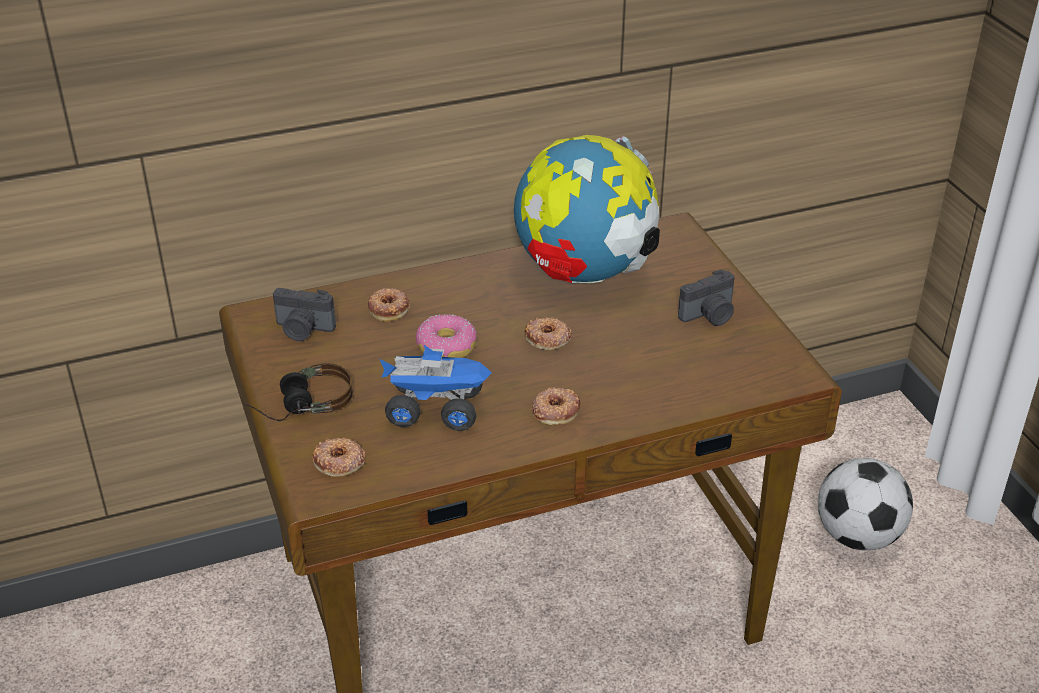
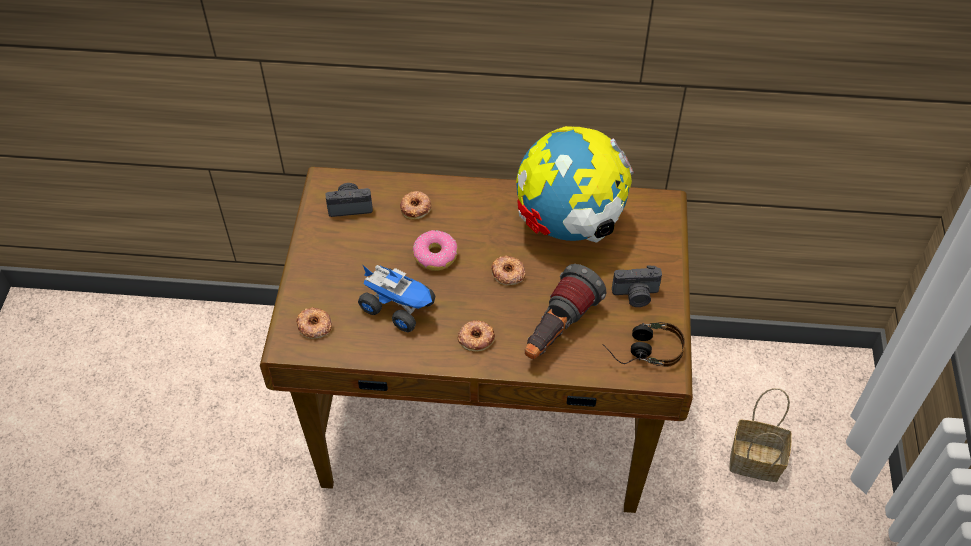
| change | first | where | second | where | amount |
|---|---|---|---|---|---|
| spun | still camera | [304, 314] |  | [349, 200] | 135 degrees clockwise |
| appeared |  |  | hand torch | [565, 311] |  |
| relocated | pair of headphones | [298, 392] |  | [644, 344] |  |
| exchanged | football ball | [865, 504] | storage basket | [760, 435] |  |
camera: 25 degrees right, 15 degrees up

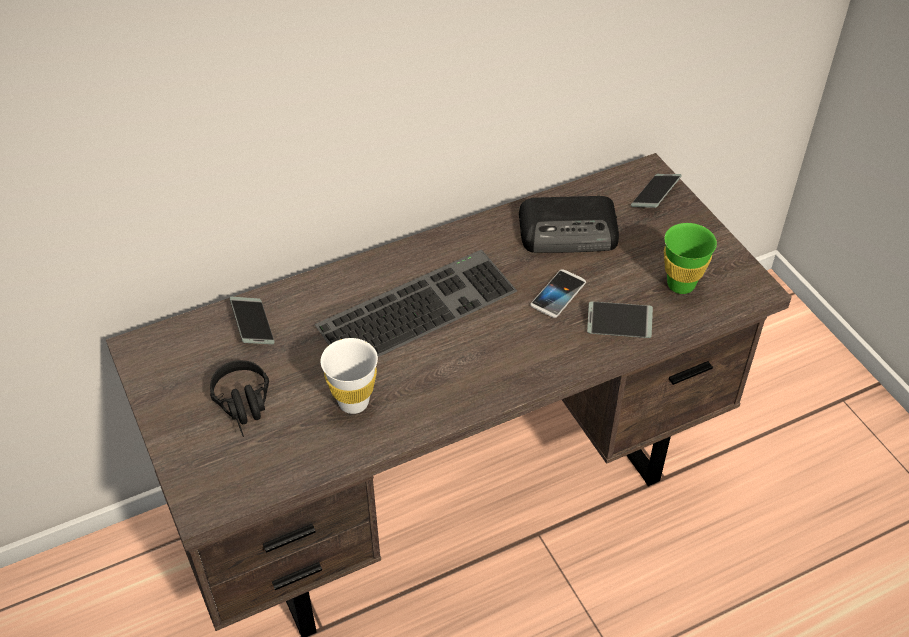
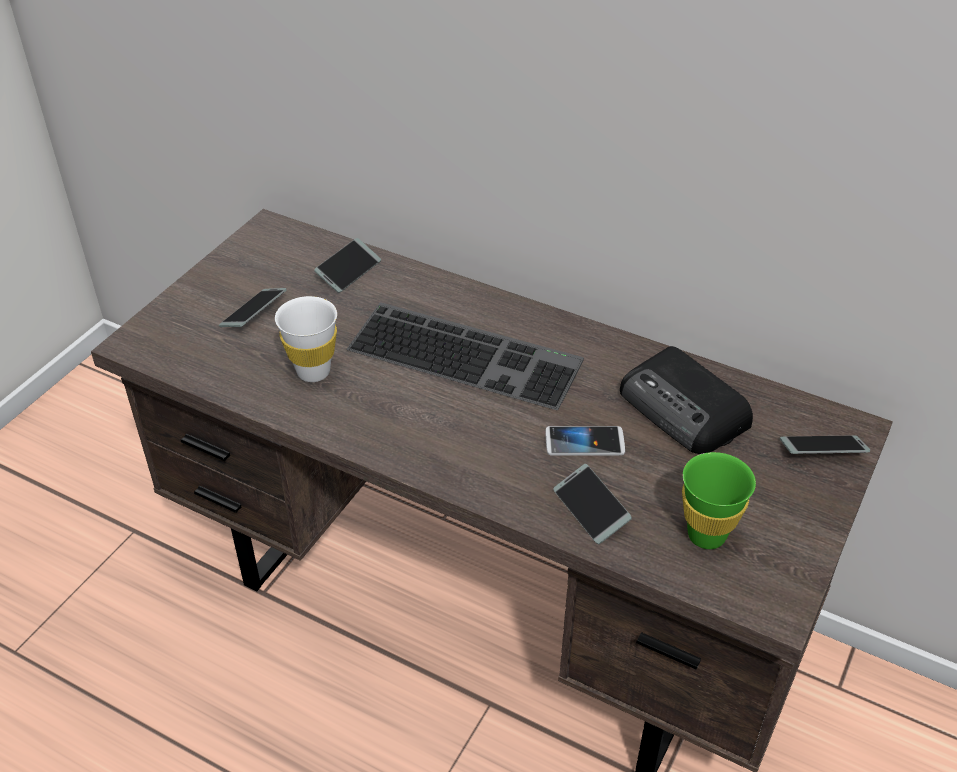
| change | first | where | second | where | amount |
|---|---|---|---|---|---|
| exchanged | blackish pair of headphones | [239, 398] | phone | [253, 307] |  |
camera: 55 degrees right, 5 degrees down

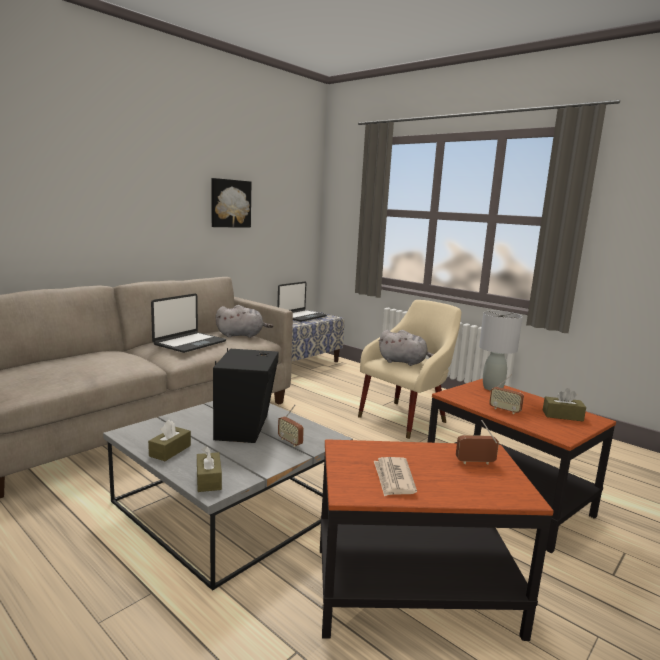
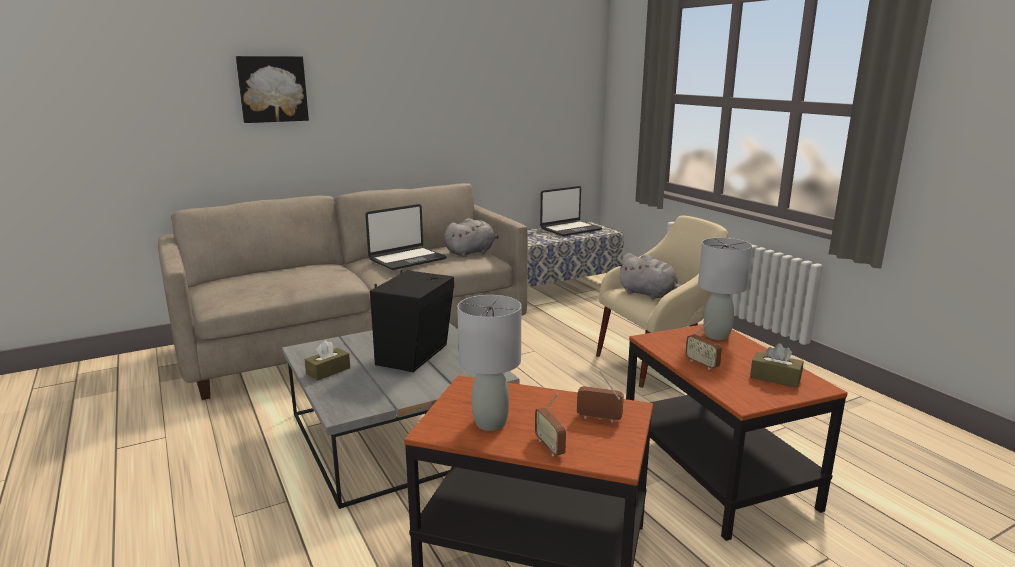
| change | first | where | second | where | amount |
|---|---|---|---|---|---|
| relocated | wall picture | [231, 203] |  | [272, 89] |  |
| spun | gray cuddly toy | [244, 321] |  | [471, 237] | 45 degrees counterclockwise |
| exchanged | newspaper | [395, 477] | gray table lamp | [489, 363] |  |
| relocated | radio set | [291, 426] |  | [550, 424] |  |
| missing | brown-coloured tissue box | [209, 469] |  |  |  |
camera: 20 degrees right, 5 degrees up

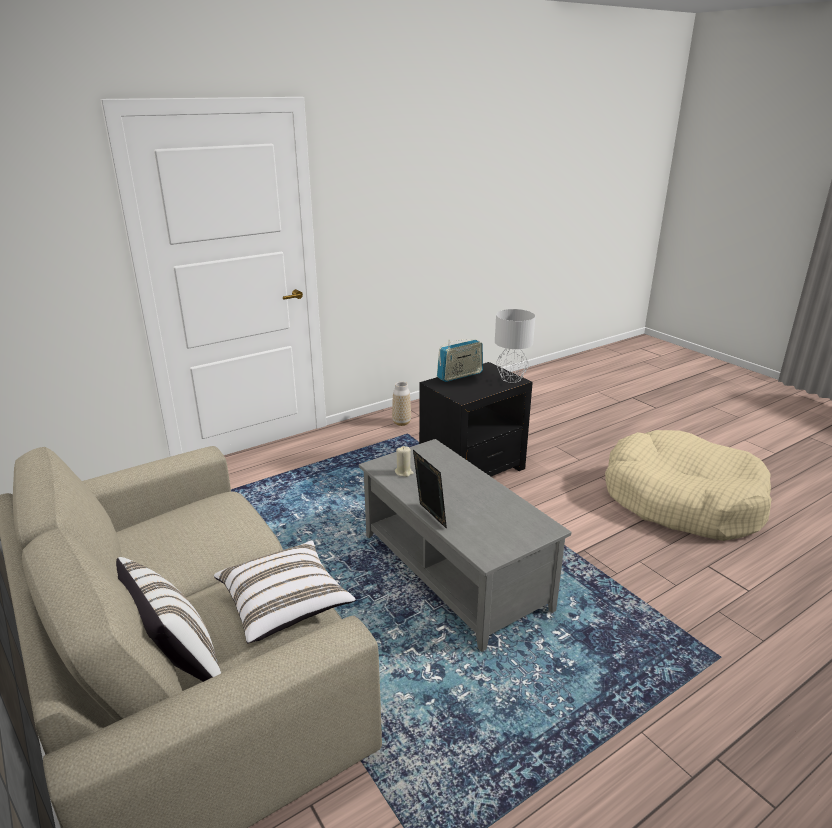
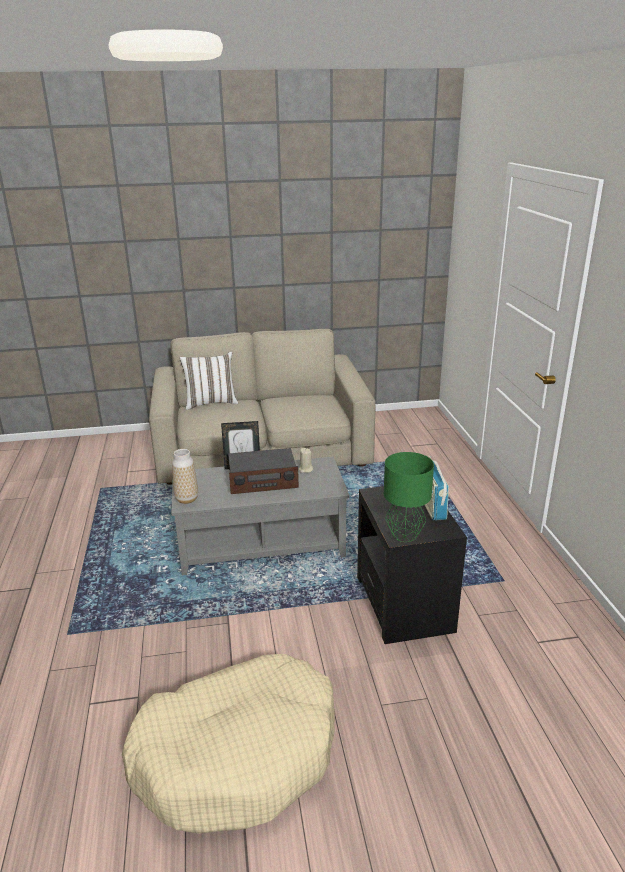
| change | first | where | second | where | amount |
|---|---|---|---|---|---|
| relocated | decorative vase | [401, 404] |  | [185, 476] |  |
| appeared |  |  | radio set | [263, 471] |  |
| colour | gray table lamp | [515, 346] | greenish table lamp | [409, 497] |  |
| missing | white-coloured throw pillow | [285, 592] |  |  |  |
camera: 115 degrees right, 0 degrees up

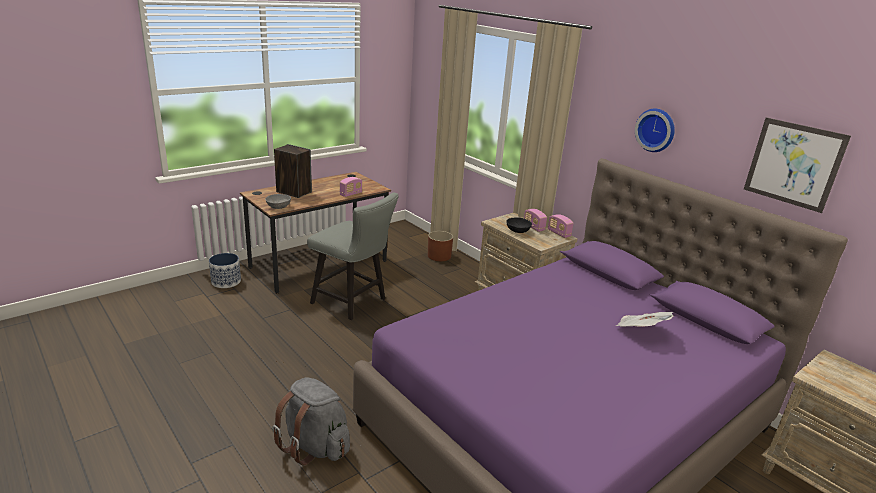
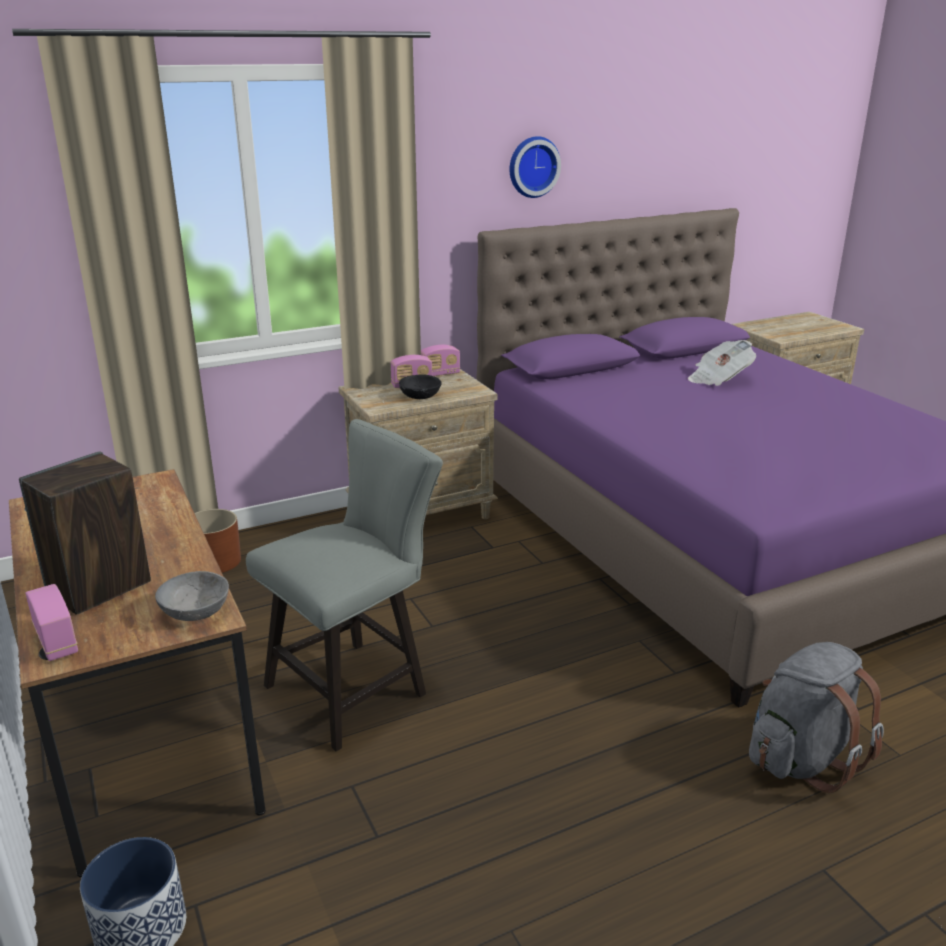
| change | first | where | second | where | amount |
|---|---|---|---|---|---|
| relocated | radio set | [351, 187] |  | [51, 622] |  |
| missing | wall picture | [797, 165] |  |  |  |
camera: 75 degrees left, 0 degrees up

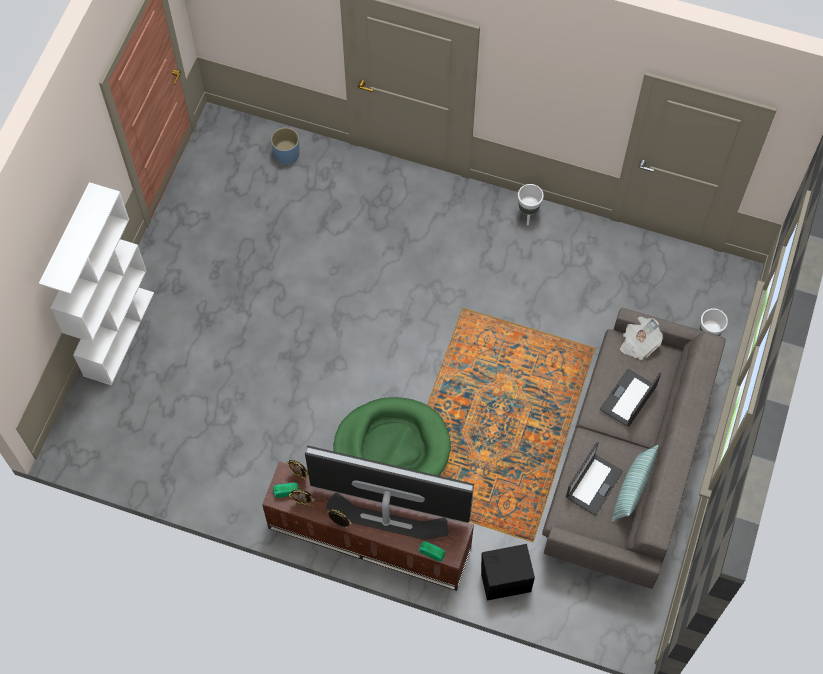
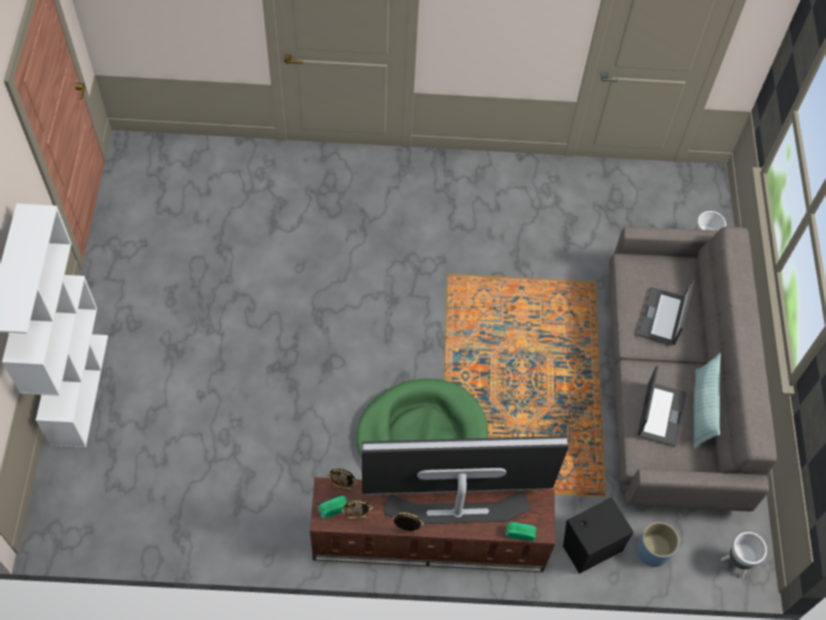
| change | first | where | second | where | amount |
|---|---|---|---|---|---|
| relocated | bluish flower pot | [285, 146] |  | [658, 544] |  |
| relocated | white-coloured flower pot | [530, 204] |  | [744, 555] |  |
| missing | newspaper | [641, 338] |  |  |  |
camera: 20 degrees left, 5 degrees down

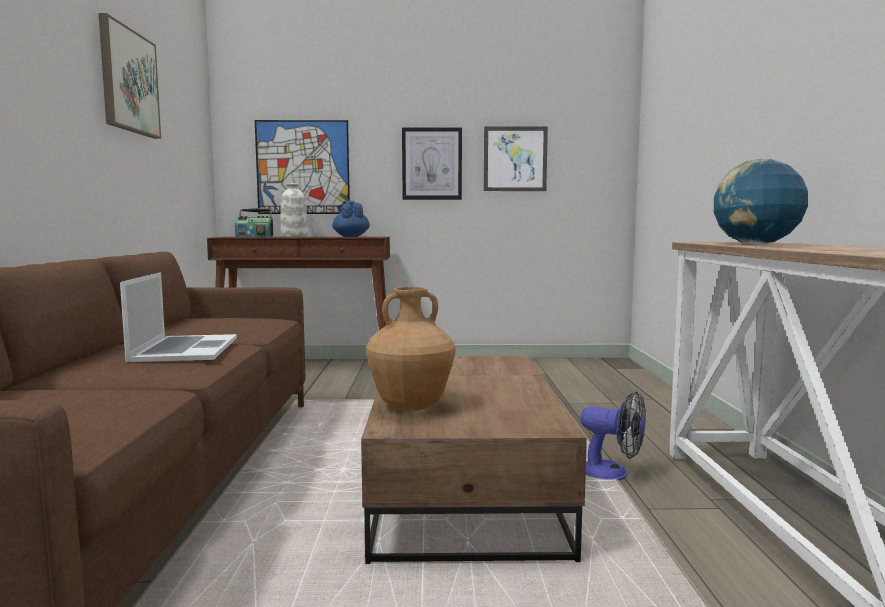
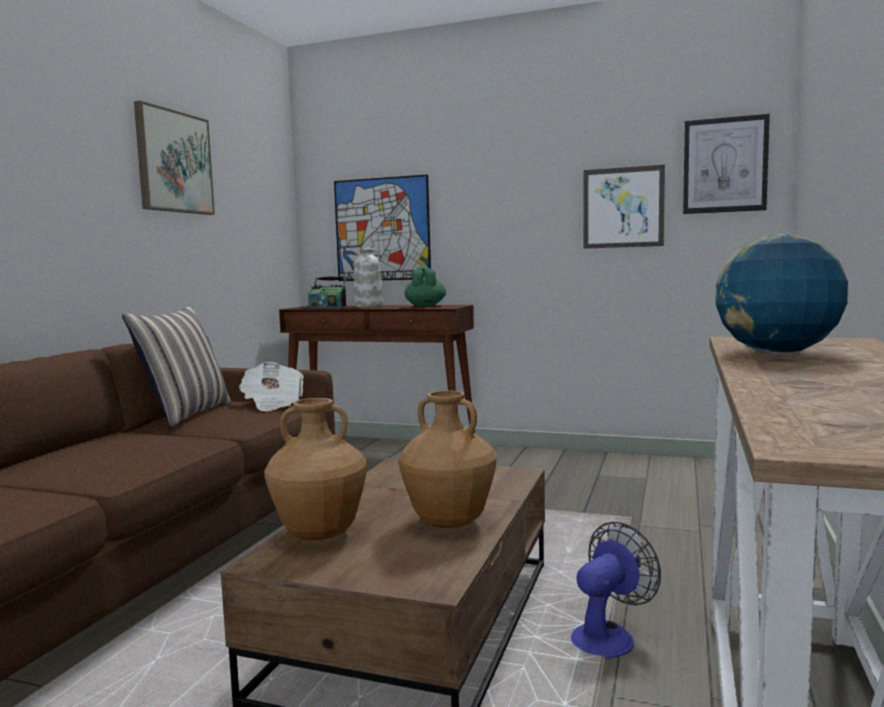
| change | first | where | second | where | amount |
|---|---|---|---|---|---|
| appeared |  |  | throw pillow | [177, 366] |  |
| appeared |  |  | newspaper | [271, 386] |  |
| appeared |  |  | brown-coloured decorative vase | [447, 459] |  |
| colour | bluish tea pot | [351, 219] | greenish tea pot | [425, 286] |  |
| spun | electric fan | [613, 435] |  | [616, 590] | 90 degrees counterclockwise |
| relocated | wall picture | [432, 163] |  | [726, 164] |  |
| missing | laptop | [178, 317] |  |  |  |
camera: 20 degrees right, 0 degrees up

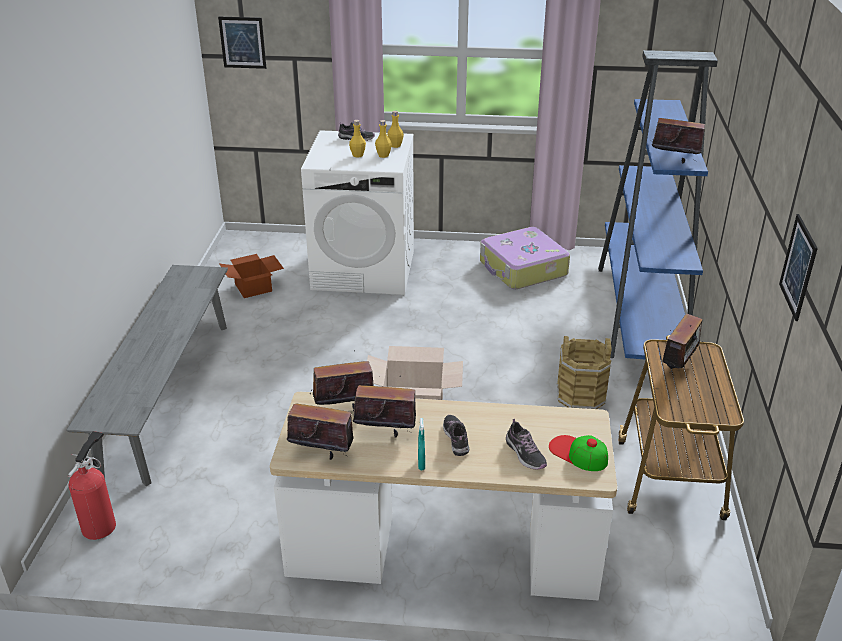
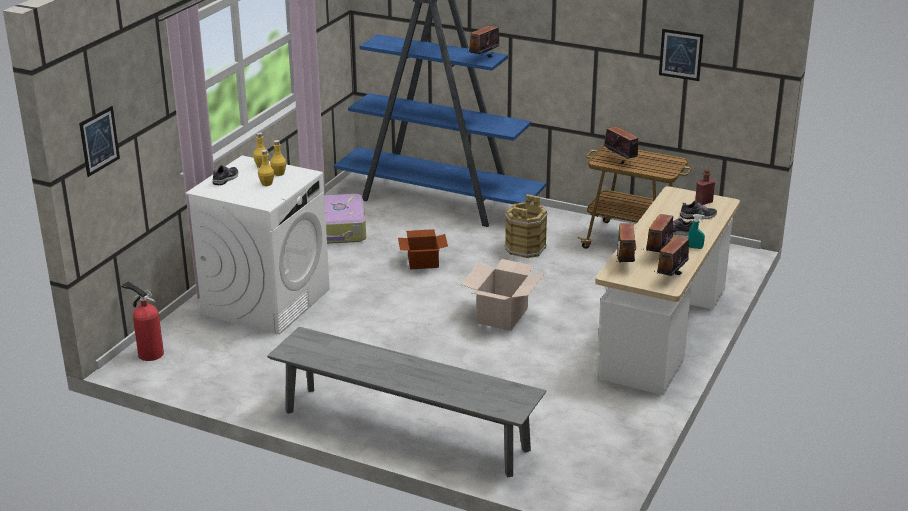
| change | first | where | second | where | amount |
|---|---|---|---|---|---|
| relocated | fire-fighting cylinder | [91, 485] |  | [142, 321] |  |
| relocated | carton | [252, 276] |  | [423, 249] |  |
| exchanged | baseball cap | [578, 453] | red bottle | [705, 187] |  |
camera: 70 degrees left, 5 degrees down

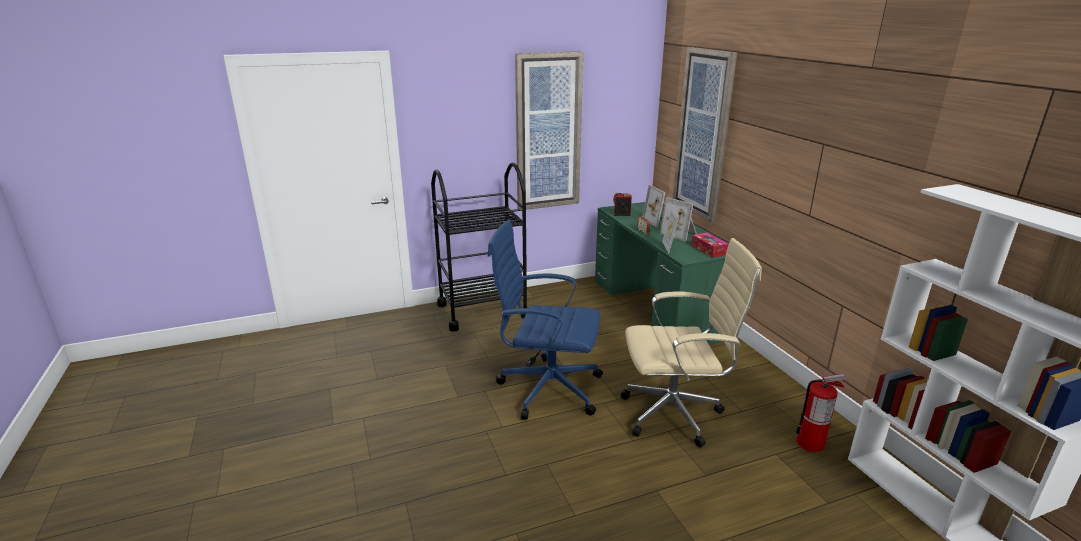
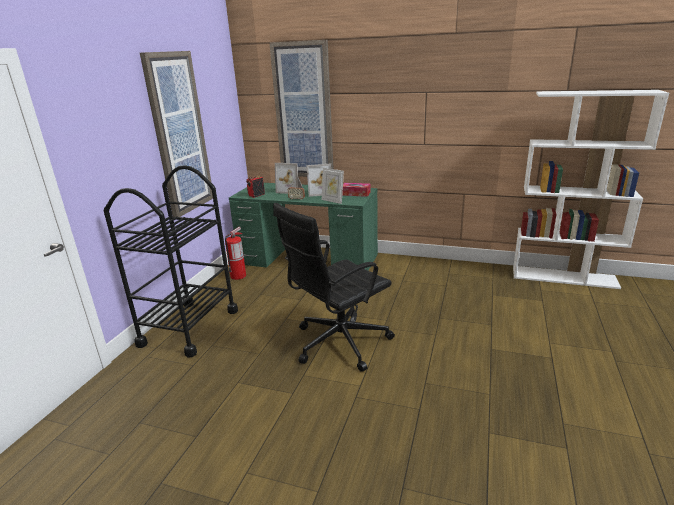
| change | first | where | second | where | amount |
|---|---|---|---|---|---|
| relocated | fire-fighting cylinder | [820, 413] |  | [235, 253] |  |
| colour | bluish desk chair | [545, 320] | blackish desk chair | [334, 287] |  |
| missing | beige desk chair | [691, 342] |  |  |  |
camera: 50 degrees left, 0 degrees up

